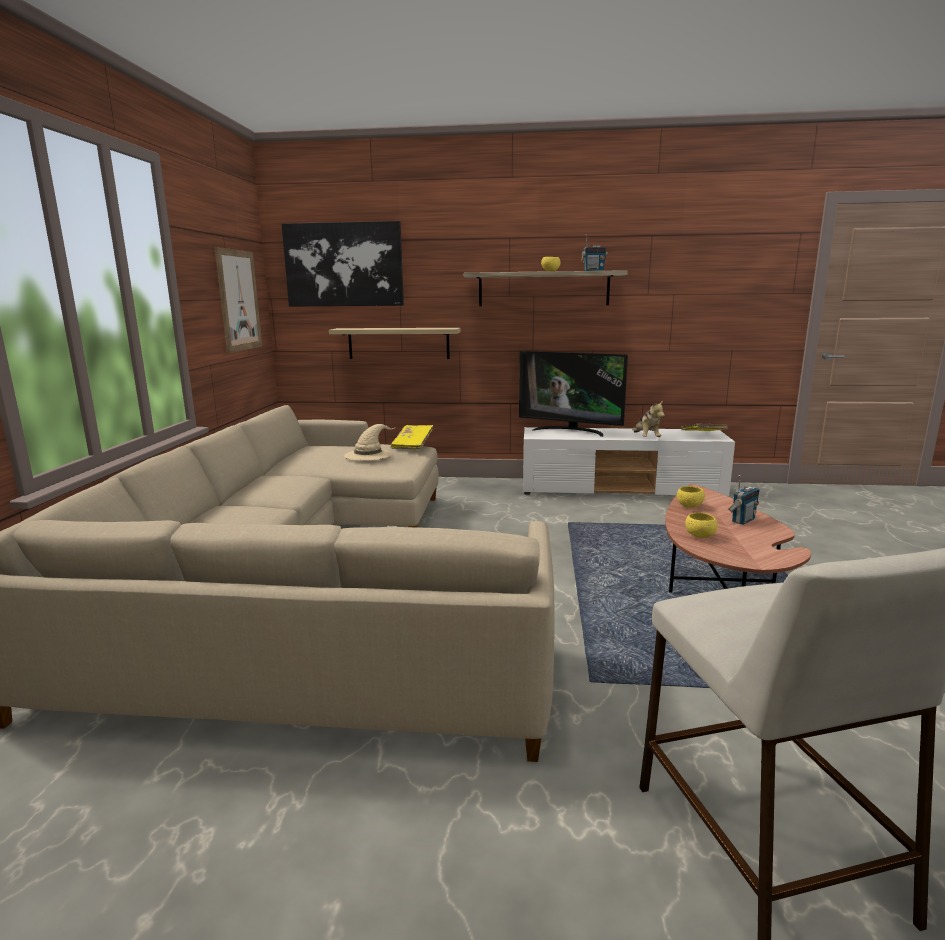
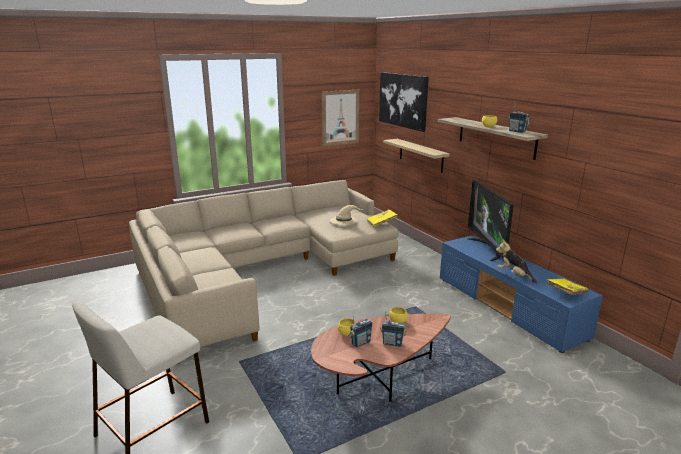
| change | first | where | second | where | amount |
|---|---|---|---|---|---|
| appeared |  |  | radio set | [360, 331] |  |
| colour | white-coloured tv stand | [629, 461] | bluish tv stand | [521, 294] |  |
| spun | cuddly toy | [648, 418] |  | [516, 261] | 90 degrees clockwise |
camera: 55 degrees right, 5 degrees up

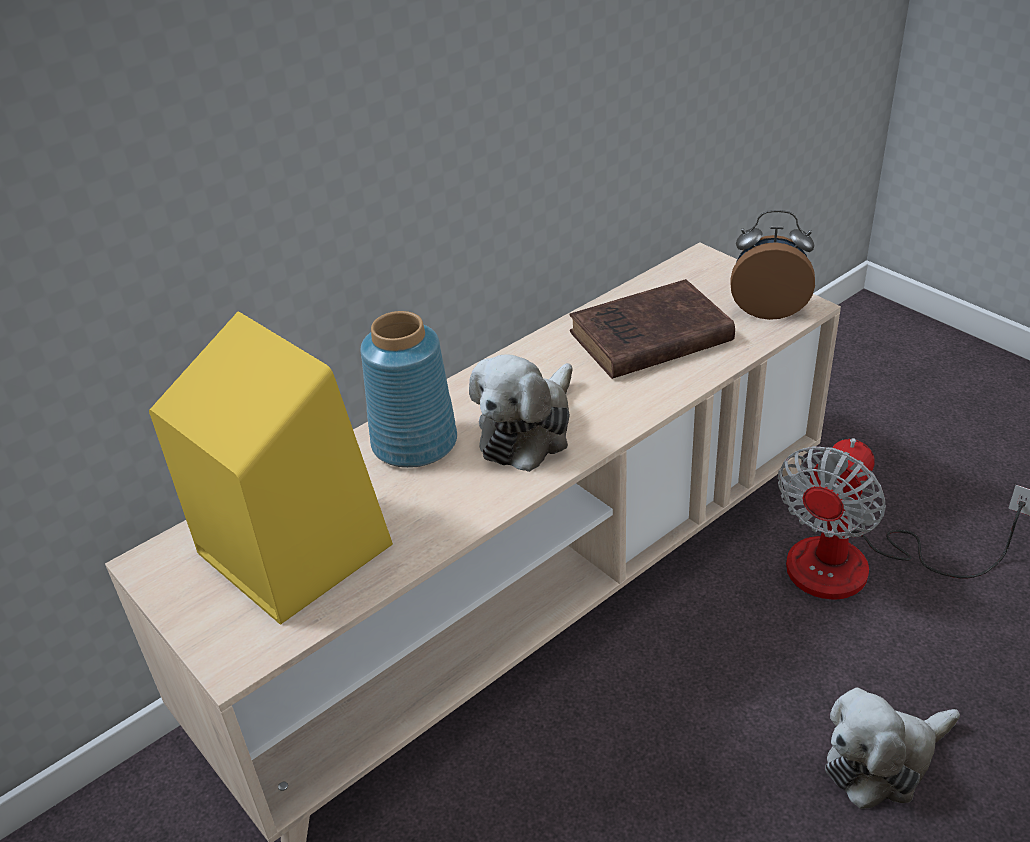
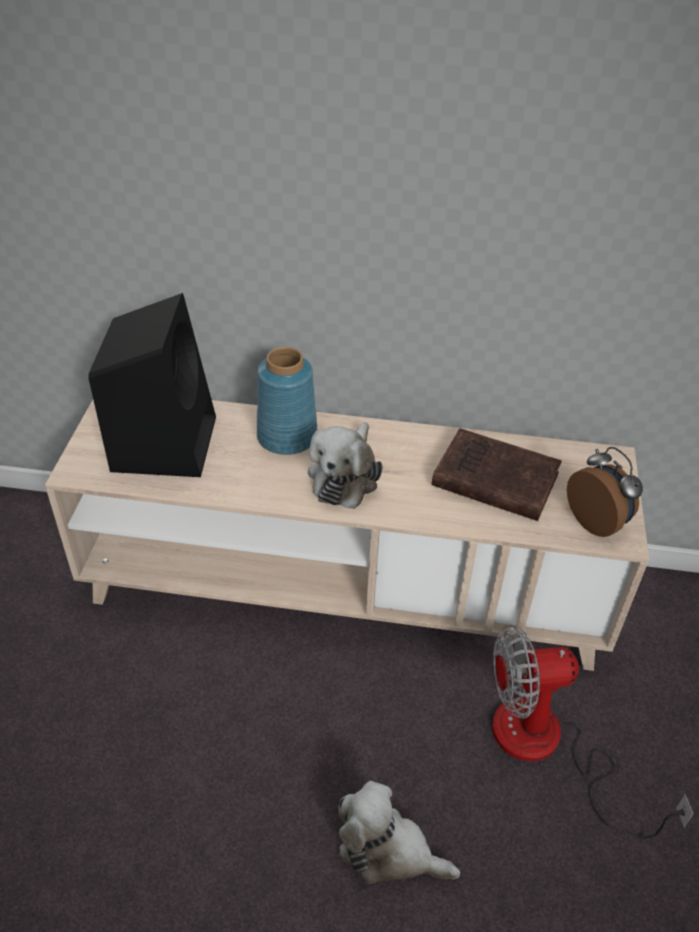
| change | first | where | second | where | amount |
|---|---|---|---|---|---|
| colour | yellowish audio speaker | [271, 467] | blackish audio speaker | [152, 385] |  |
| spun | cuddly toy | [521, 413] |  | [345, 465] | 60 degrees counterclockwise |
camera: 45 degrees right, 5 degrees up

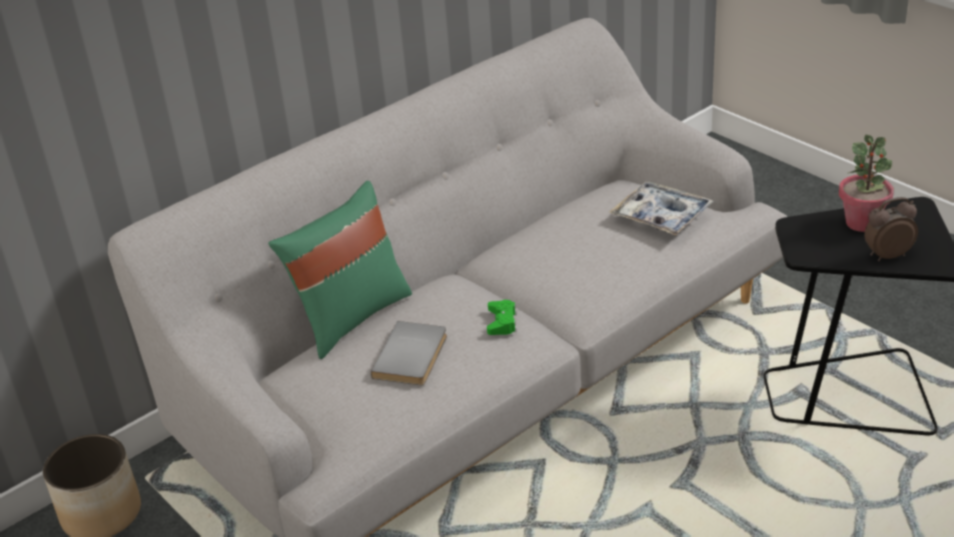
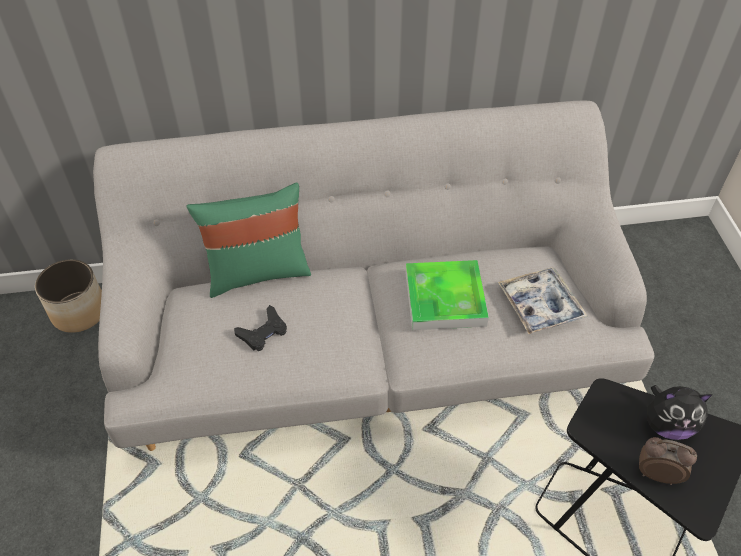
| change | first | where | second | where | amount |
|---|---|---|---|---|---|
| exchanged | gray volume | [409, 353] | blackish joypad | [260, 328] |  |
| appeared |  |  | serving tray | [447, 295] |  |
| exchanged | houseplant | [866, 183] | cuddly toy | [680, 412] |  |
| missing | greenish joypad | [502, 317] |  |  |  |
camera: 30 degrees right, 15 degrees up

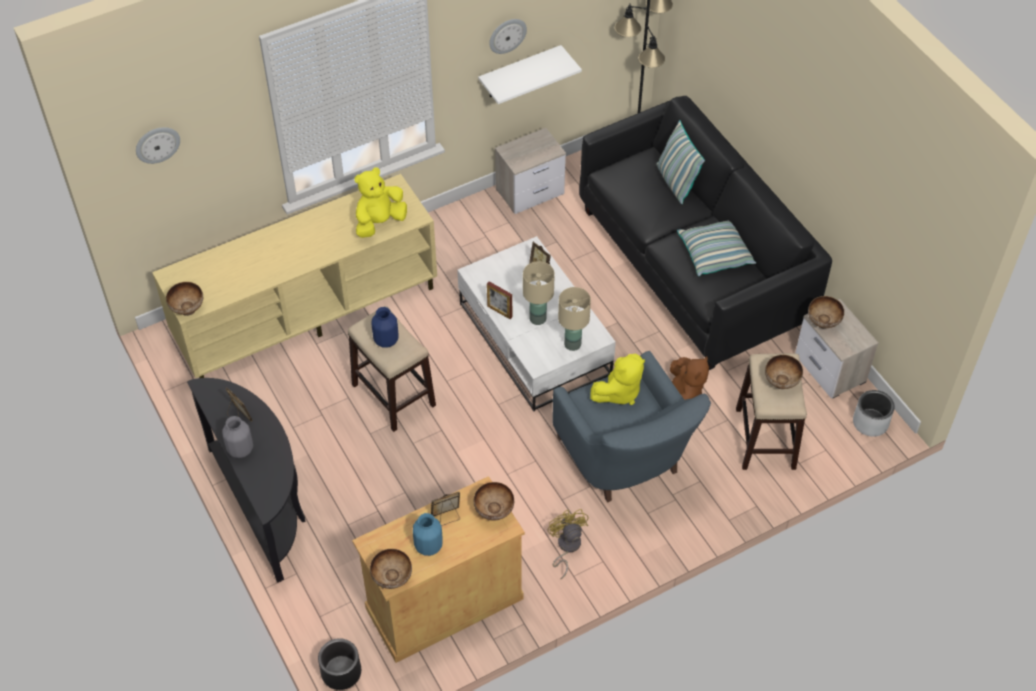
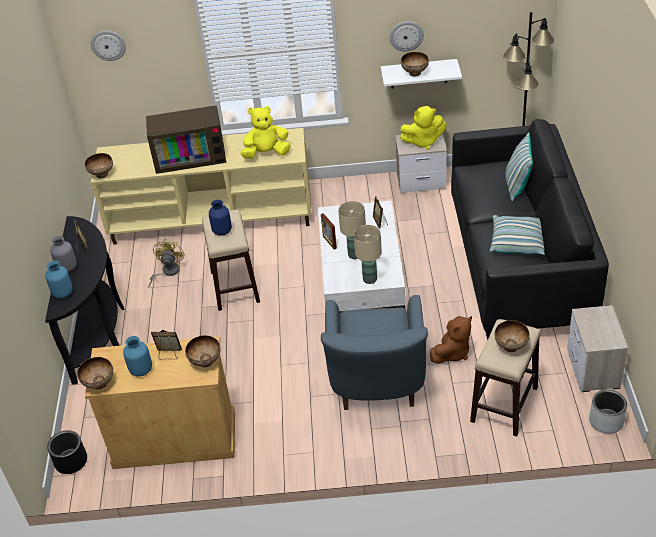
| change | first | where | second | where | amount |
|---|---|---|---|---|---|
| appeared |  |  | bluish decorative vase | [59, 279] |  |
| appeared |  |  | TV | [186, 139] |  |
| relocated | yellowish electric fan | [568, 544] |  | [166, 263] |  |
| relocated | yellowish cuddly toy | [617, 379] |  | [423, 128] |  |
| relocated | deep dish | [826, 312] |  | [415, 64] |  |
camera: 30 degrees right, 10 degrees down

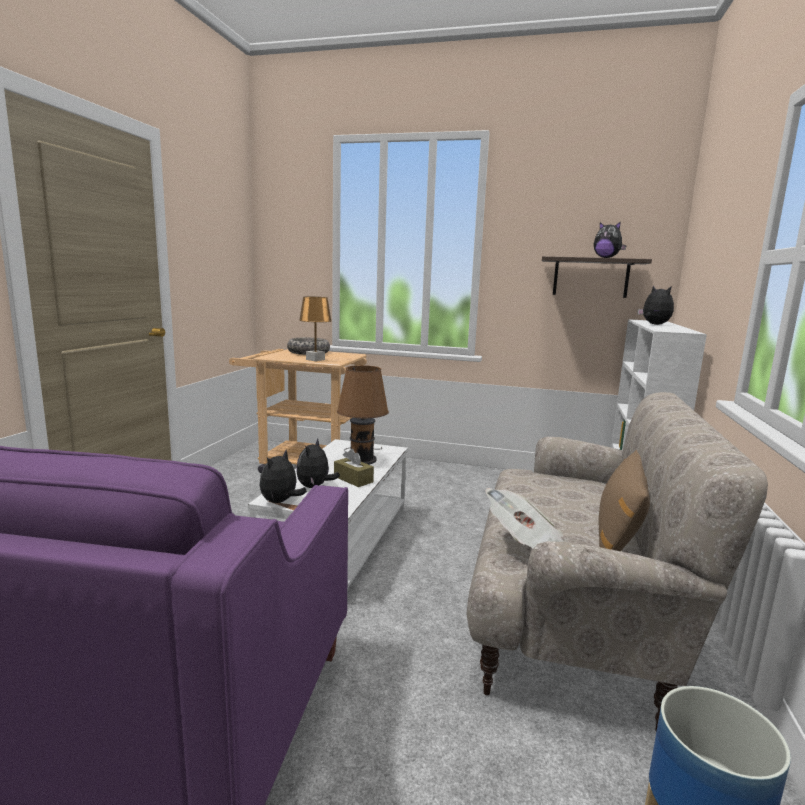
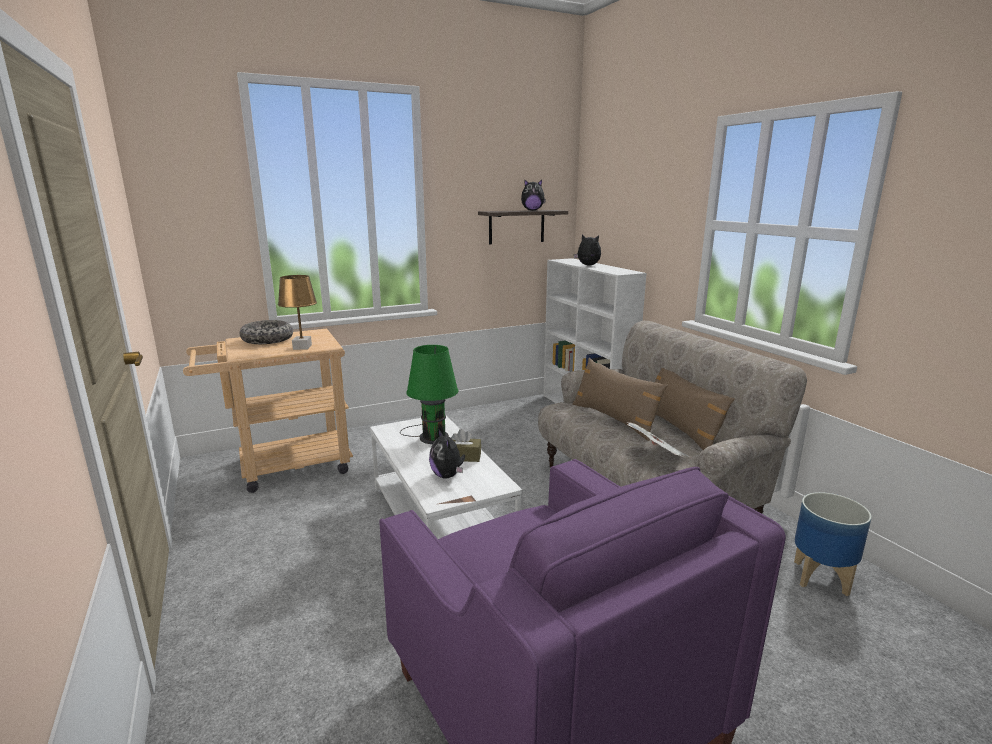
| change | first | where | second | where | amount |
|---|---|---|---|---|---|
| colour | brown-coloured table lamp | [363, 415] | greenish table lamp | [429, 394] |  |
| appeared |  |  | brown-coloured throw pillow | [620, 399] |  |
| missing | cuddly toy | [283, 476] |  |  |  |
camera: 40 degrees left, 5 degrees up

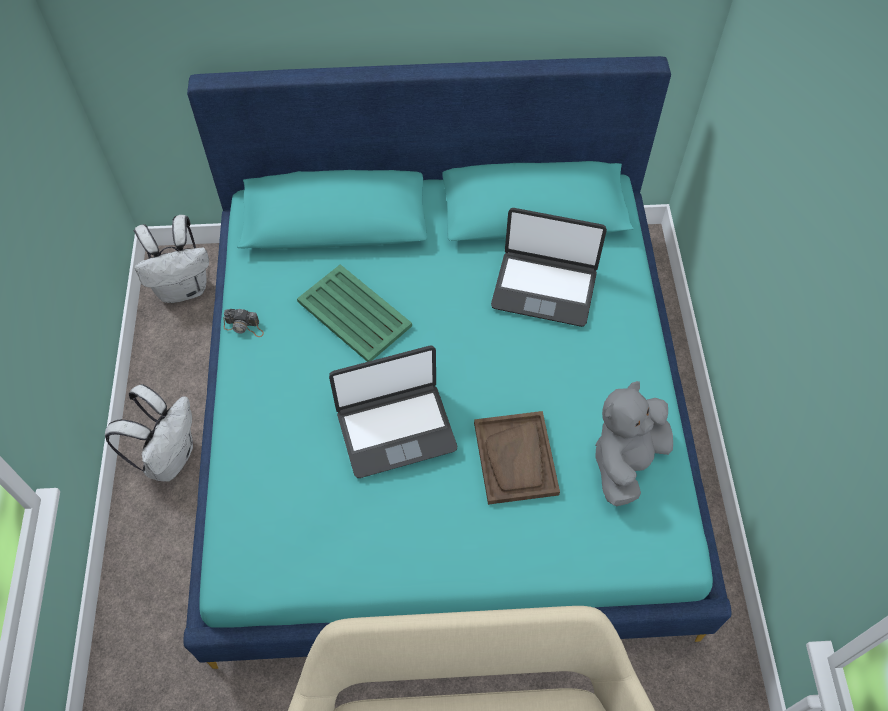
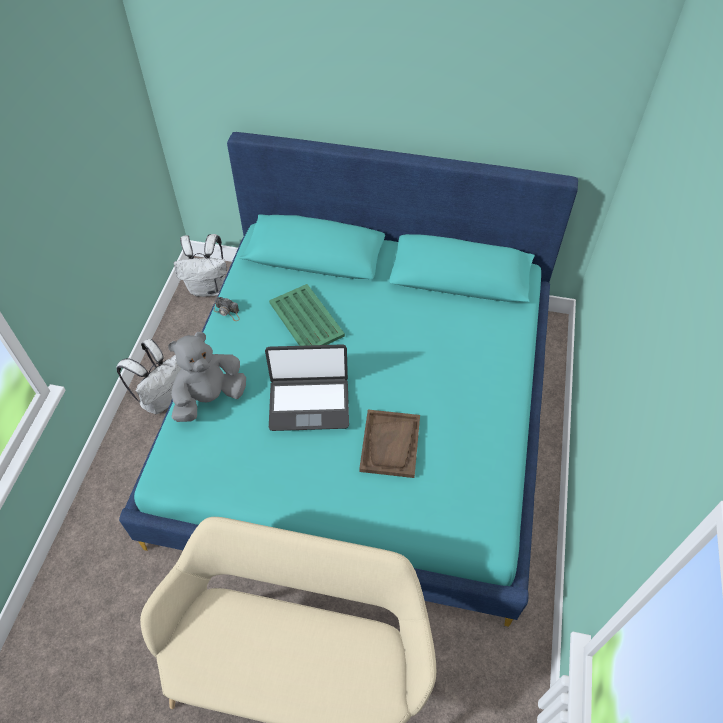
| change | first | where | second | where | amount |
|---|---|---|---|---|---|
| relocated | gray cuddly toy | [634, 443] |  | [207, 377] |  |
| missing | laptop | [549, 267] |  |  |  |
camera: 15 degrees right, 5 degrees down

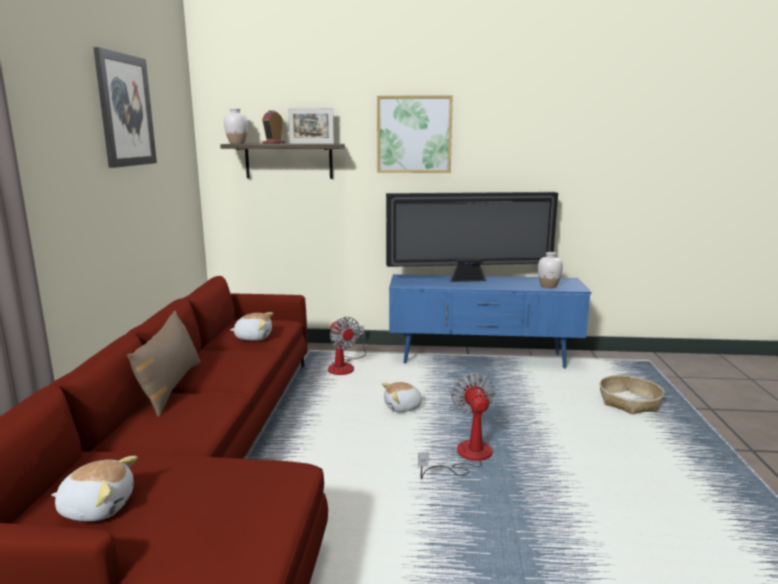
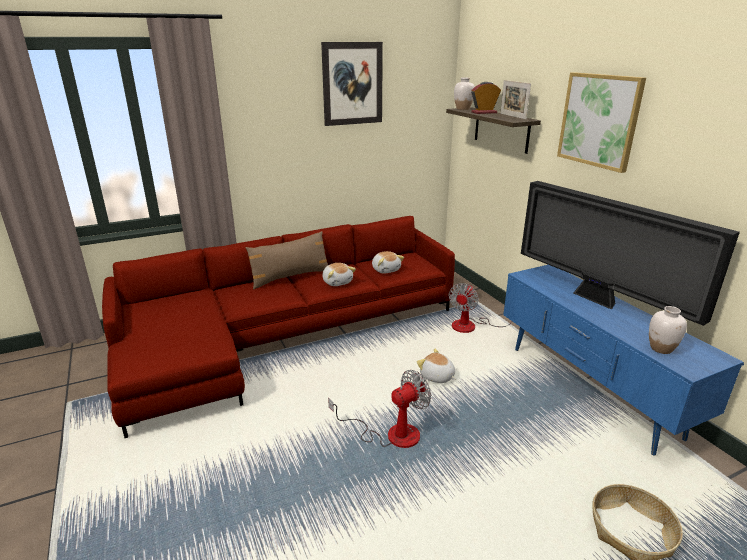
| change | first | where | second | where | amount |
|---|---|---|---|---|---|
| relocated | cuddly toy | [94, 488] |  | [339, 274] |  |
camera: 60 degrees right, 10 degrees up

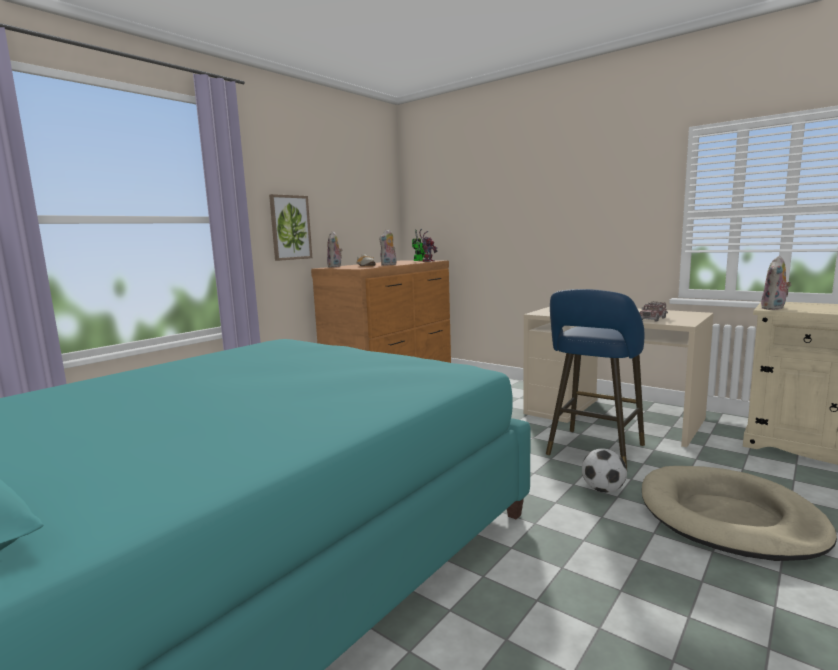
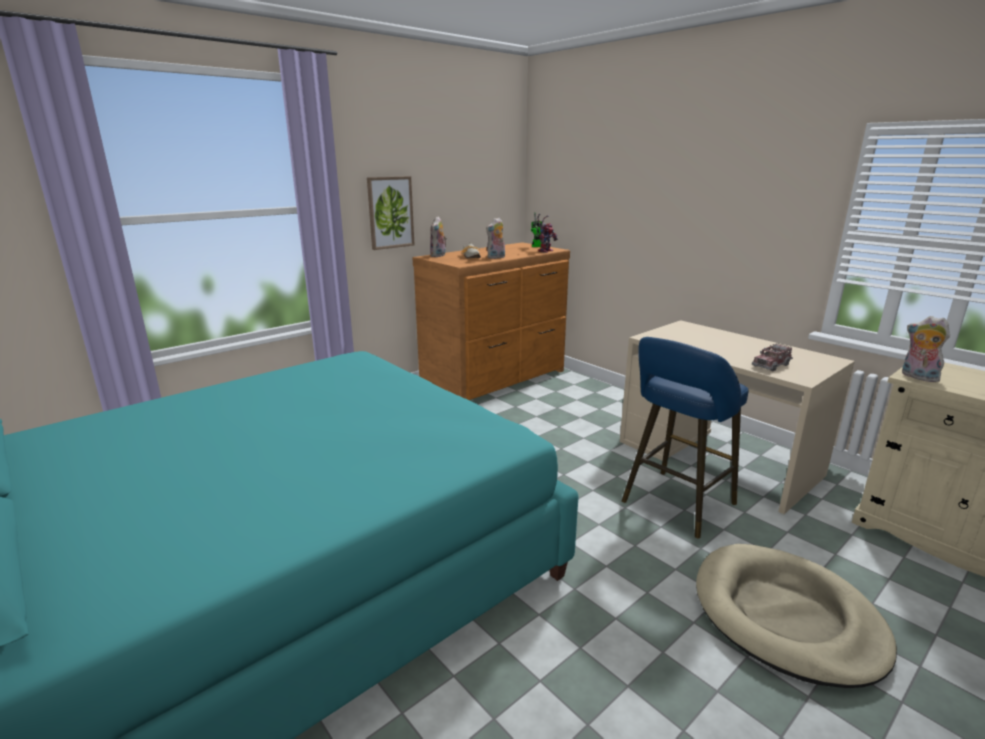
| change | first | where | second | where | amount |
|---|---|---|---|---|---|
| spun | cuddly toy | [776, 283] |  | [926, 349] | 90 degrees clockwise |
| missing | football ball | [604, 470] |  |  |  |
camera: 10 degrees right, 10 degrees up

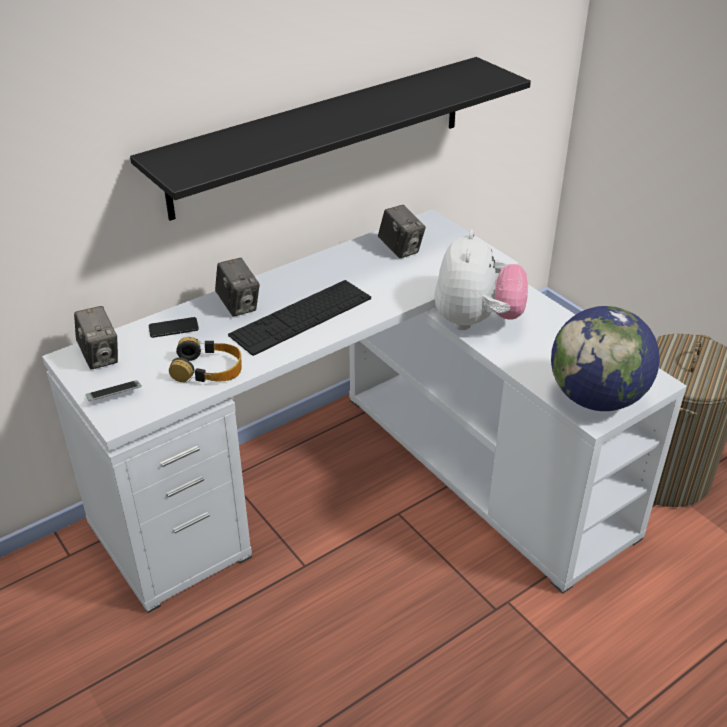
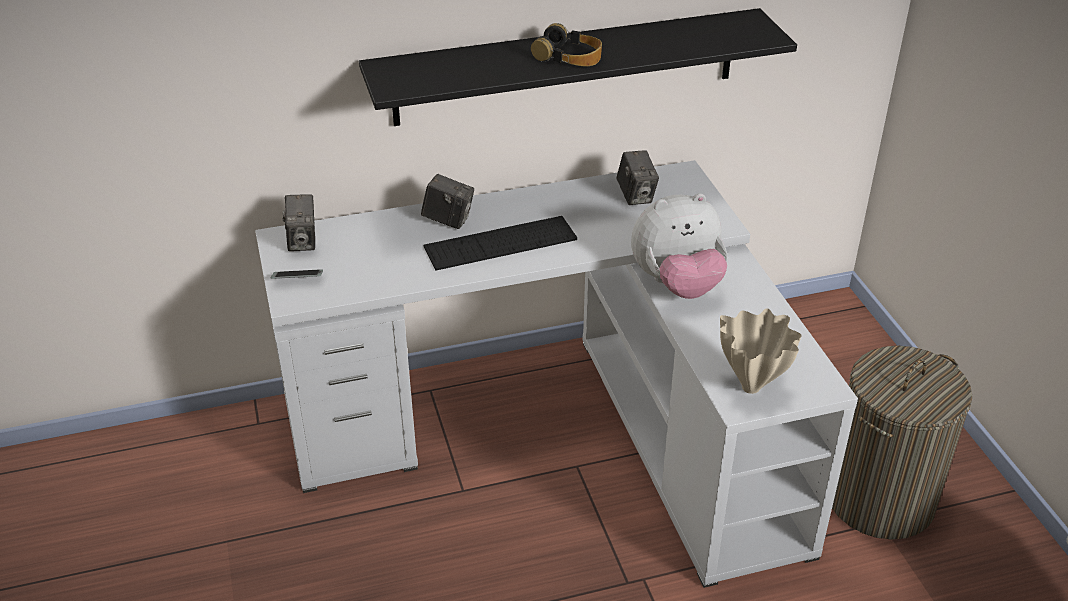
| change | first | where | second | where | amount |
|---|---|---|---|---|---|
| spun | still camera | [237, 287] |  | [447, 201] | 60 degrees counterclockwise |
| relocated | pair of headphones | [205, 359] |  | [566, 44] |  |
| spun | cuddly toy | [481, 280] |  | [679, 246] | 45 degrees clockwise |
| exchanged | world globe | [605, 358] | beige decorative vase | [760, 351] |  |
| missing | phone | [174, 327] |  |  |  |
camera: 20 degrees right, 0 degrees up

